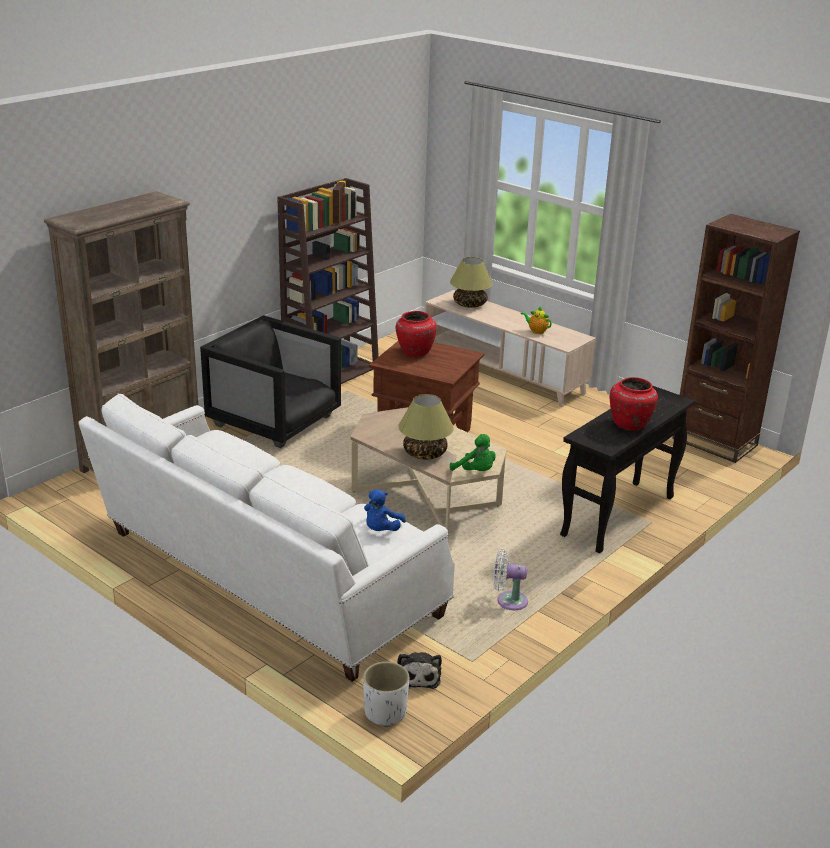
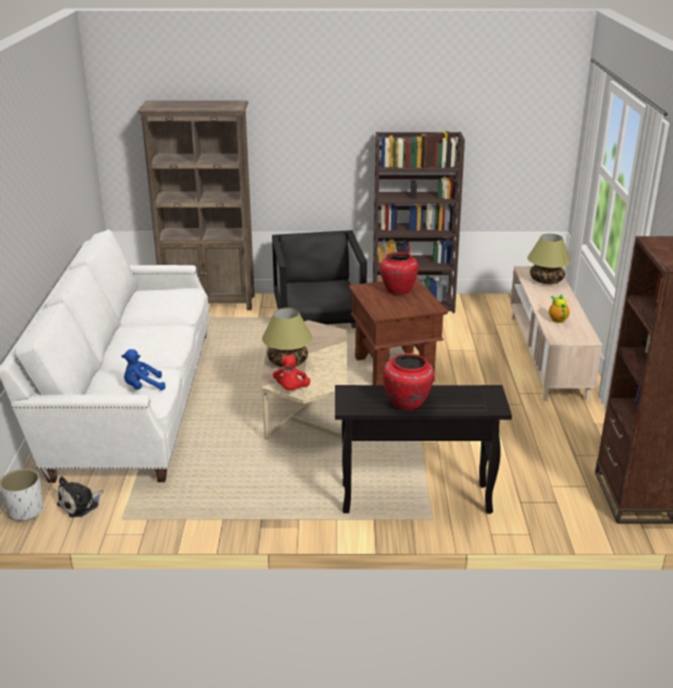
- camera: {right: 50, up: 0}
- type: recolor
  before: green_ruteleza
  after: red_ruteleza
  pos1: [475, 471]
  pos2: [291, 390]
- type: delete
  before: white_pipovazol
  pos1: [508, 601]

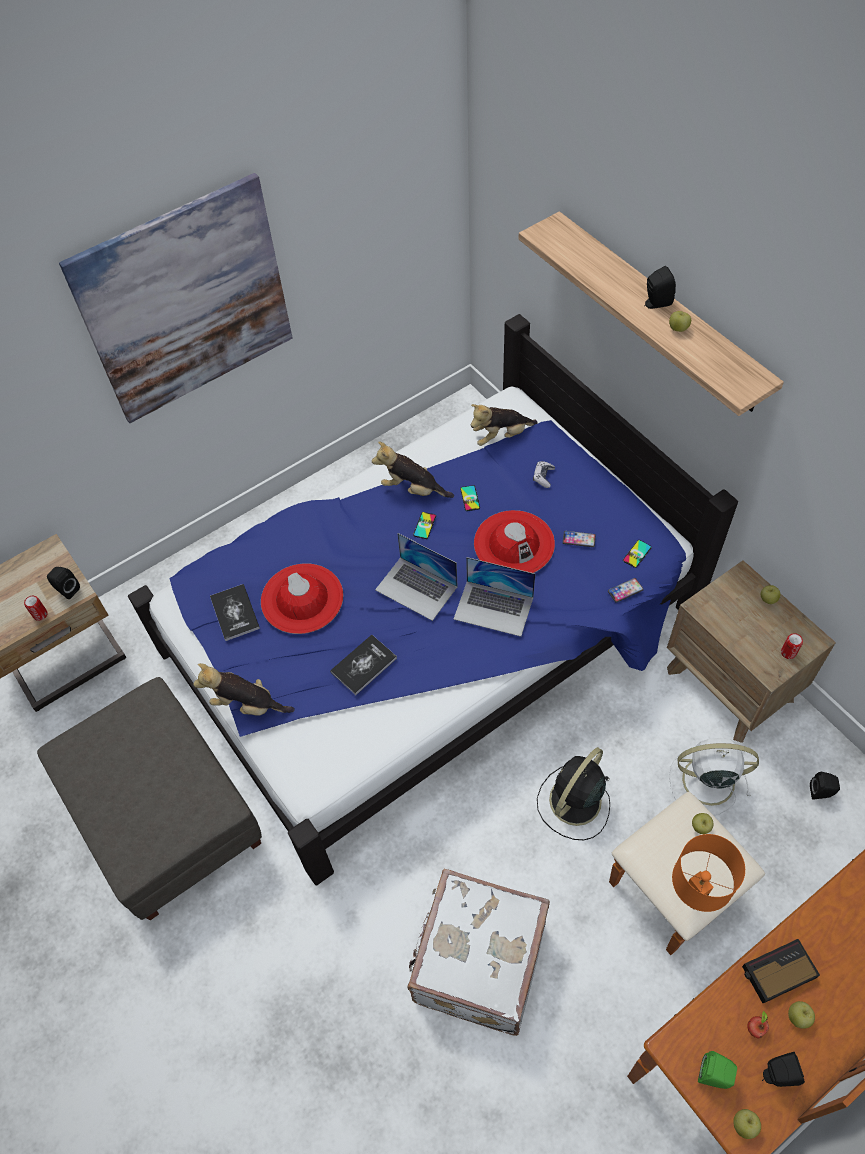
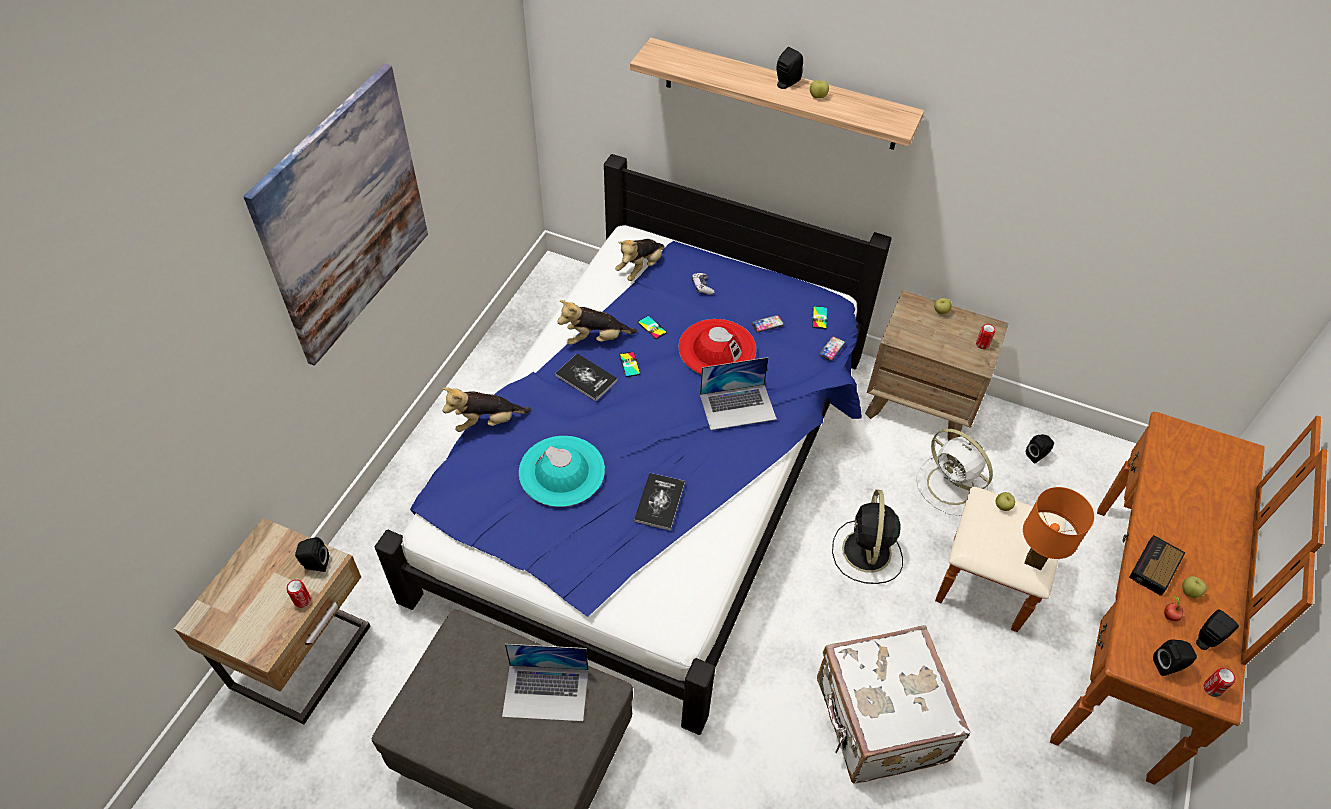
- camera: {right: -35, up: -5}
- type: move
  before: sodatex
  pos1: [416, 588]
  pos2: [546, 692]
- type: recolor
  before: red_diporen
  after: turquoise_diporen
  pos1: [302, 599]
  pos2: [562, 471]
- type: move
  before: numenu
  pos1: [235, 613]
  pos2: [586, 378]
- type: move
  before: ruteleza
  pos1: [247, 704]
  pos2: [487, 422]
- type: rotate
  before: white_pipovazol
  pos1: [705, 781]
  pos2: [952, 487]
  turn: -105
- type: recolor
  before: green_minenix
  after: black_minenix
  pos1: [715, 1076]
  pos2: [1168, 665]
- type: replace
  before: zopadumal
  after: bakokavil
  pos1: [744, 1125]
  pos2: [1212, 688]

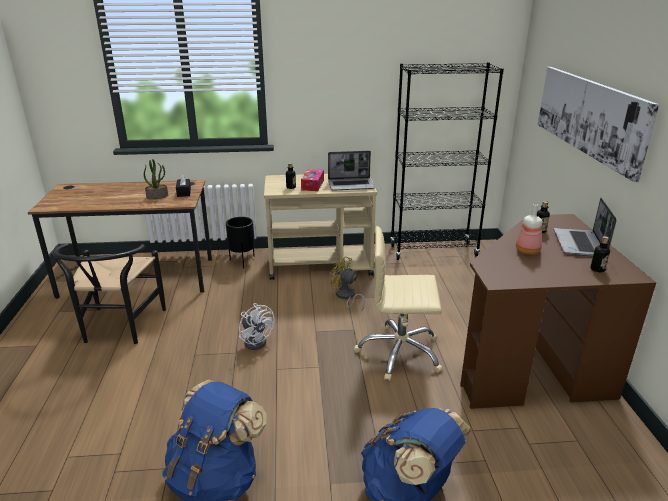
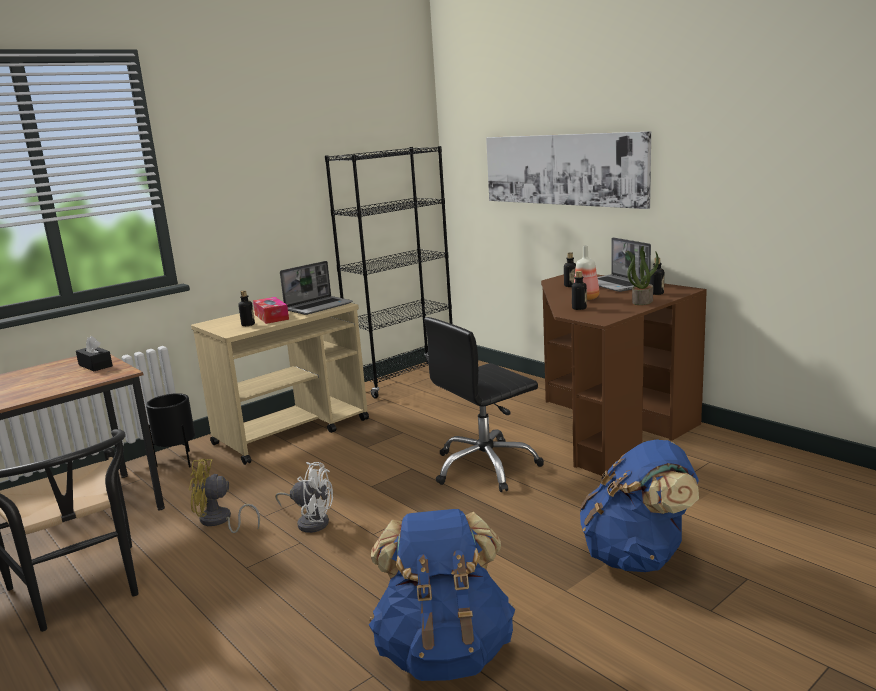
- camera: {right: -35, up: -10}
- type: move
  before: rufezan
  pos1: [157, 196]
  pos2: [642, 301]
- type: recolor
  before: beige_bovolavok
  after: black_bovolavok
  pos1: [399, 353]
  pos2: [485, 467]
- type: move
  before: yellow_pipovazol
  pos1: [345, 297]
  pos2: [219, 521]
- type: insert
  after: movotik
  pos2: [579, 308]

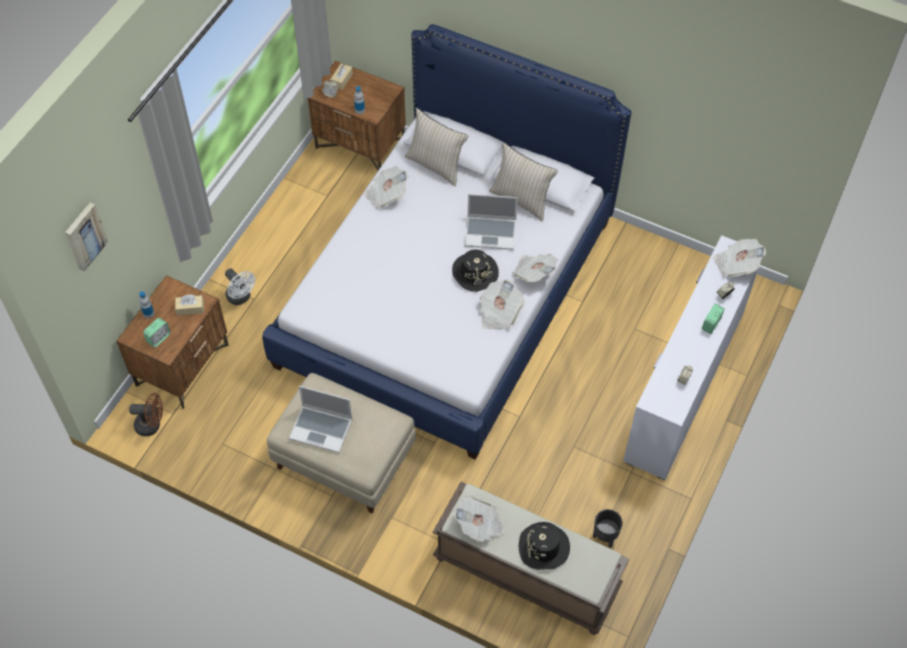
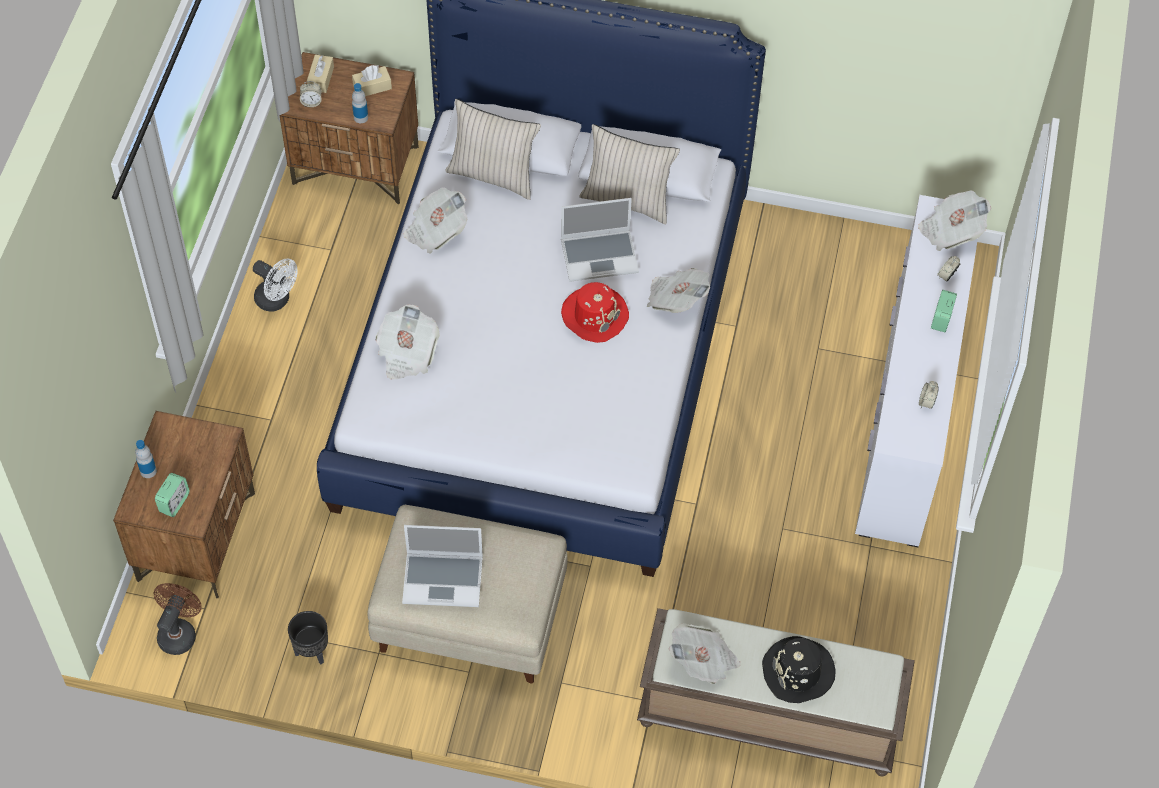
- camera: {right: -15, up: 0}
- type: delete
  before: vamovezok
  pos1: [84, 236]
- type: recolor
  before: black_diporen
  after: red_diporen
  pos1: [475, 272]
  pos2: [594, 315]
- type: move
  before: white_pipovazol
  pos1: [241, 298]
  pos2: [277, 300]
- type: move
  before: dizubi
  pos1: [499, 313]
  pos2: [407, 354]
- type: move
  before: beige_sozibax
  pos1: [190, 308]
  pos2: [372, 87]
- type: rotate
  before: brown_pipovazol
  pos1: [152, 425]
  pos2: [179, 632]
  turn: -60
- type: move
  before: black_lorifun
  pos1: [605, 537]
  pos2: [312, 652]

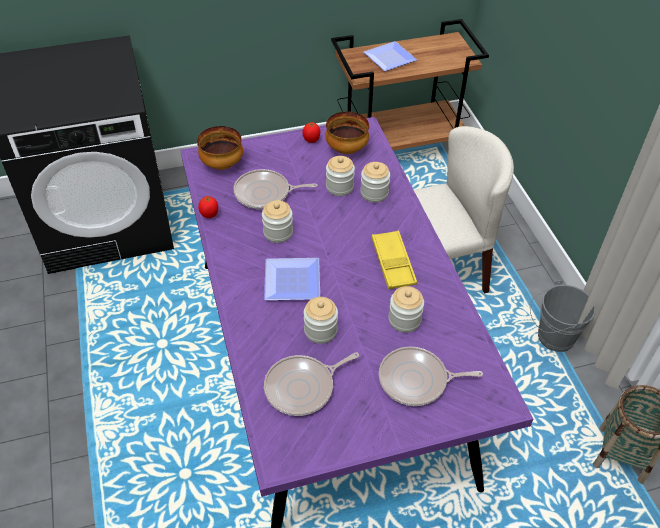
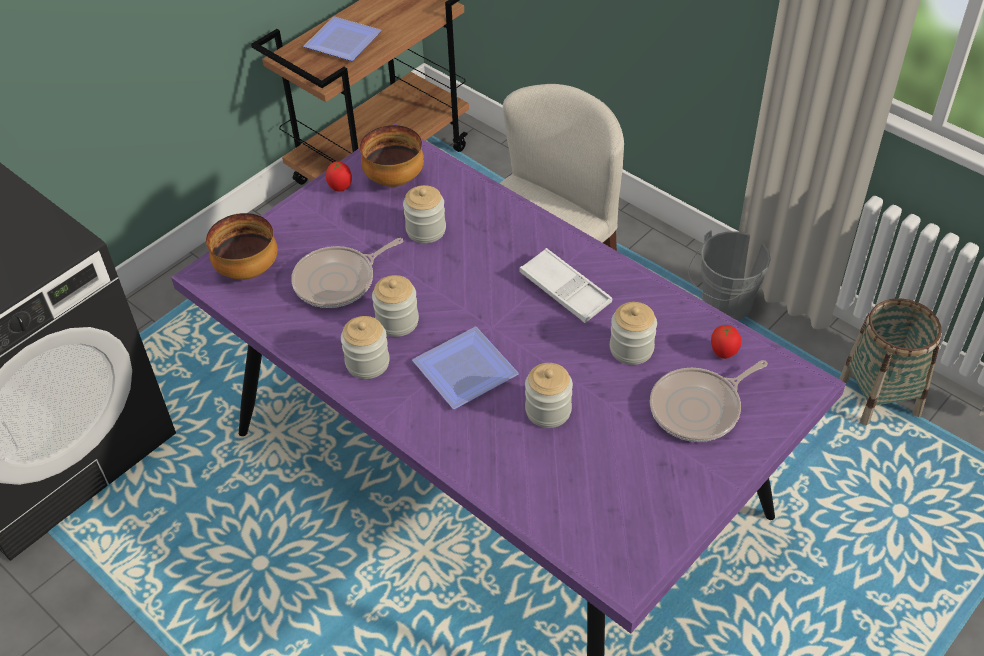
- camera: {right: -30, up: 0}
- type: move
  before: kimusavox
  pos1: [374, 193]
  pos2: [367, 363]
- type: move
  before: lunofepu
  pos1: [210, 215]
  pos2: [723, 353]
- type: recolor
  before: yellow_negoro
  after: white_negoro
  pos1: [393, 263]
  pos2: [565, 290]
- type: delete
  before: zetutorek
  pos1: [303, 387]

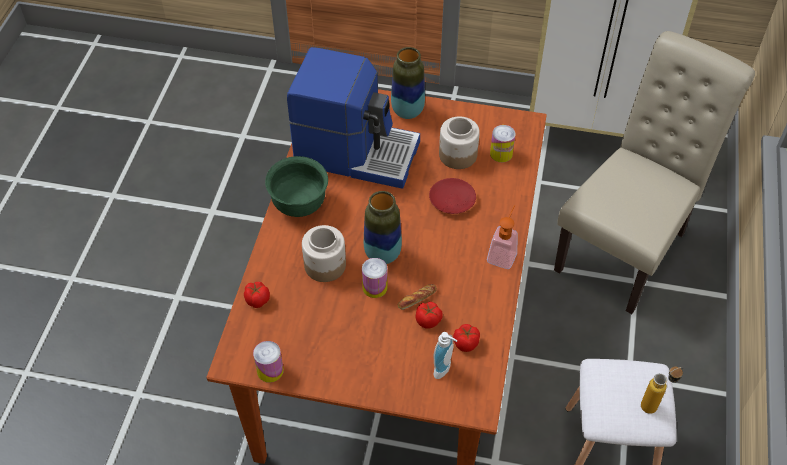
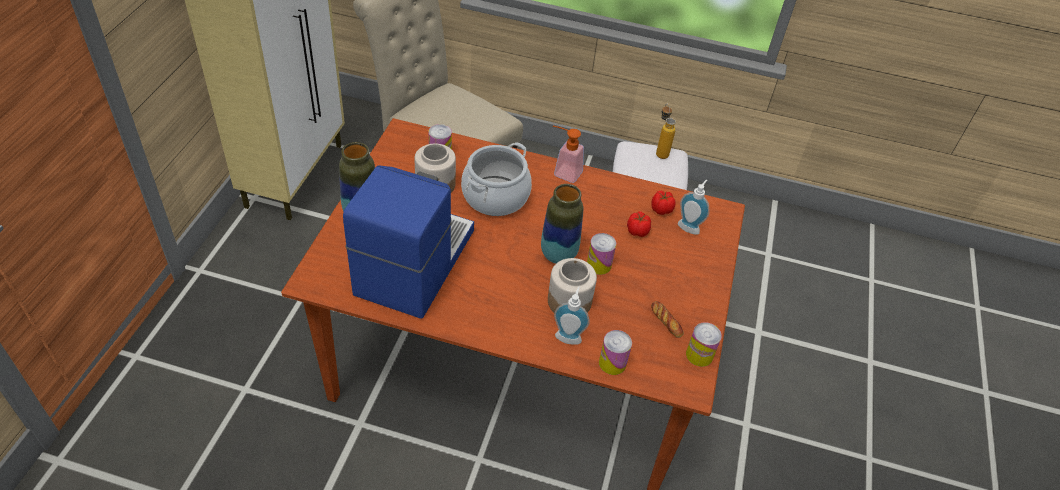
- camera: {right: -90, up: -5}
- type: delete
  before: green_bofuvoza
  pos1: [299, 205]
- type: replace
  before: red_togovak
  after: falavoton
  pos1: [452, 200]
  pos2: [495, 196]
- type: replace
  before: lunofepu
  after: bakokavil
  pos1: [257, 300]
  pos2: [612, 363]
- type: move
  before: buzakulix
  pos1: [417, 298]
  pos2: [666, 321]
- type: insert
  after: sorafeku
  pos2: [569, 336]

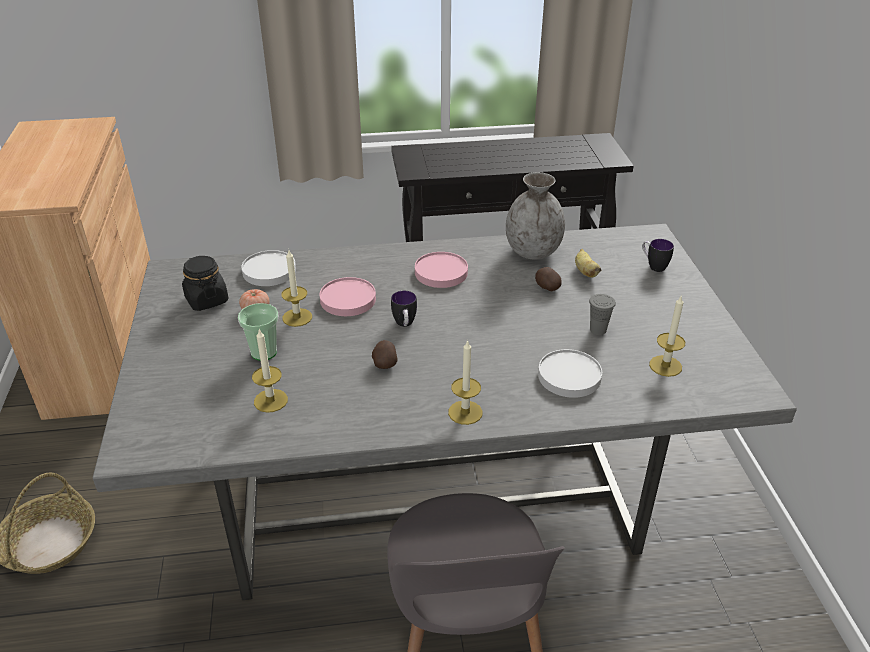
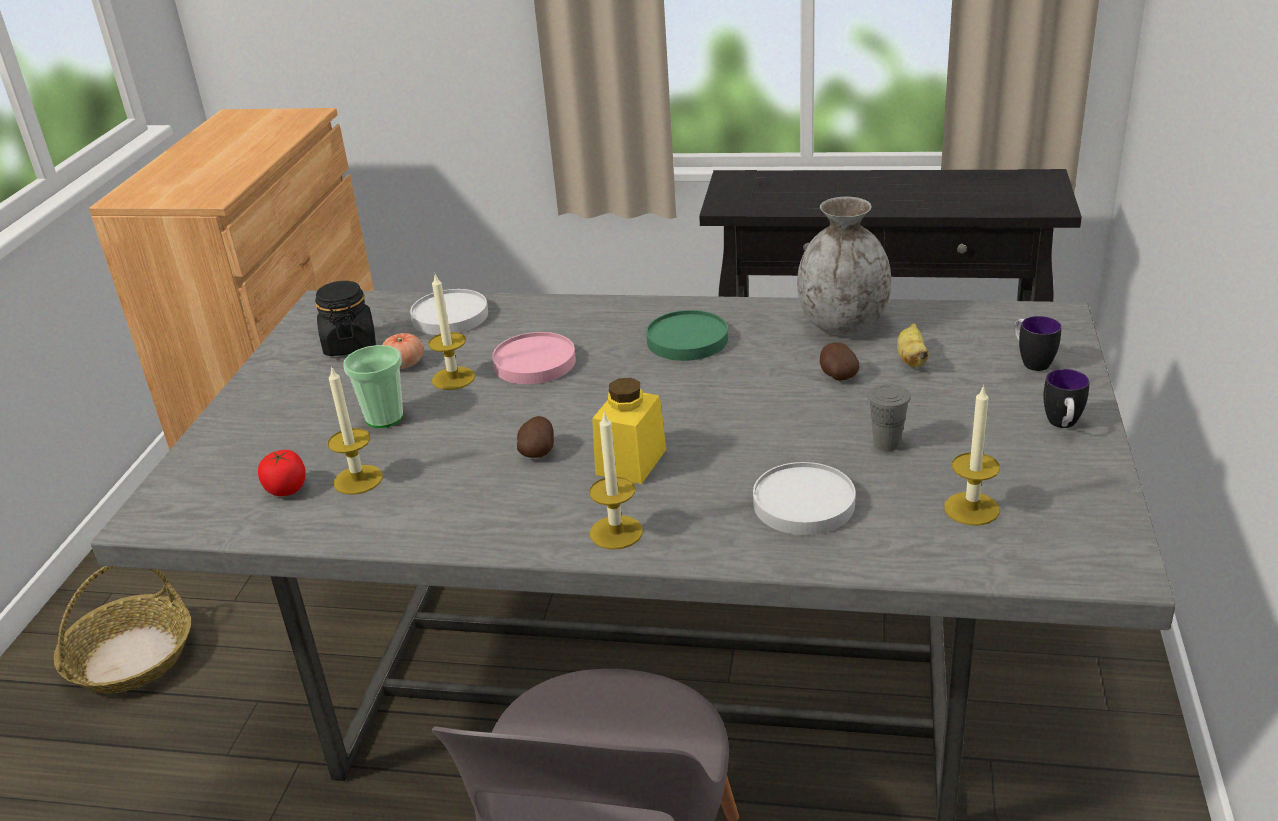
- camera: {right: 20, up: -5}
- type: recolor
  before: pink_togovak
  after: green_togovak
  pos1: [440, 273]
  pos2: [686, 340]
- type: move
  before: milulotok
  pos1: [405, 325]
  pos2: [1062, 425]
- type: insert
  after: yellow_kimusavox
  pos2: [631, 462]
- type: insert
  after: lunofepu
  pos2: [286, 489]

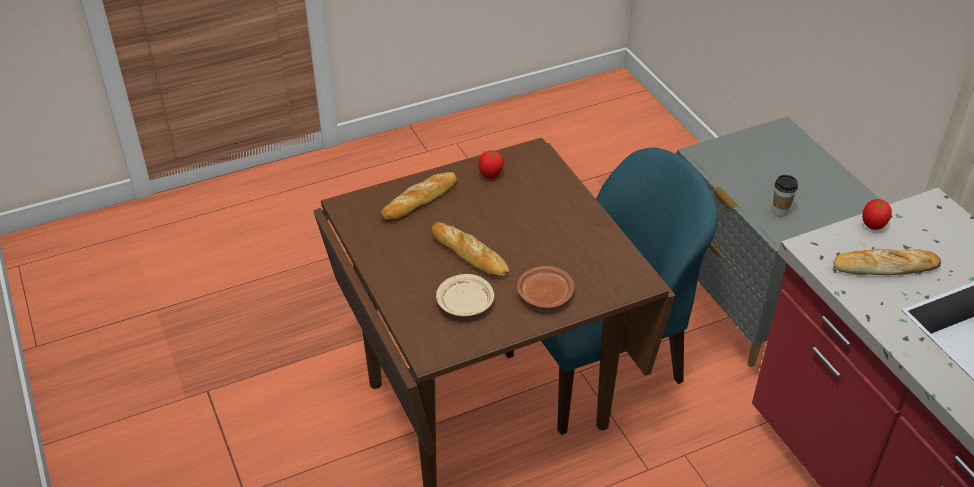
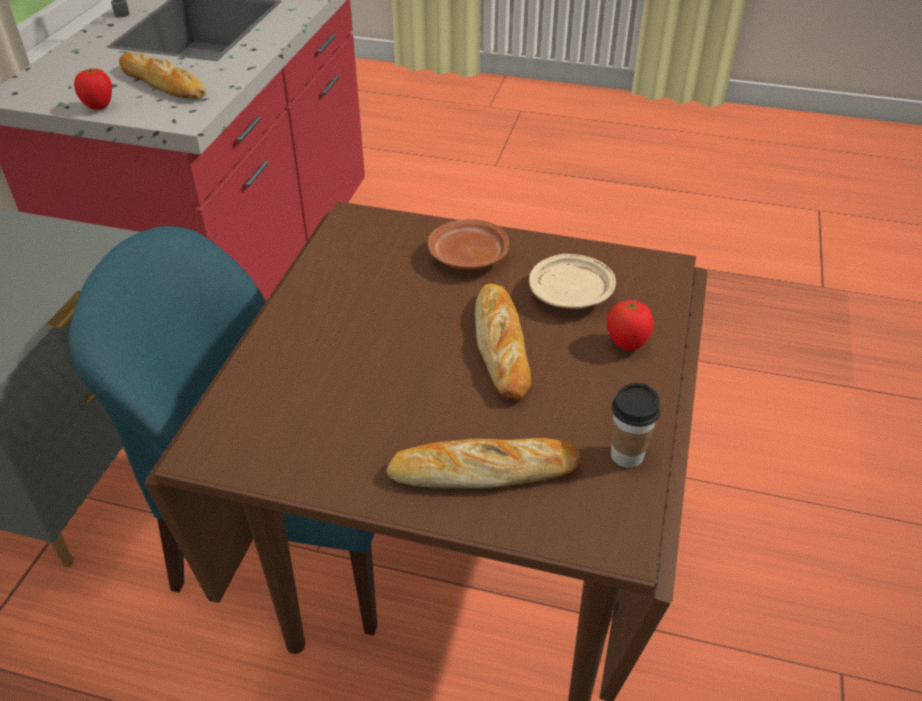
- camera: {right: -140, up: 0}
- type: move
  before: lunofepu
  pos1: [490, 176]
  pos2: [627, 344]
- type: move
  before: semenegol
  pos1: [780, 211]
  pos2: [627, 455]

